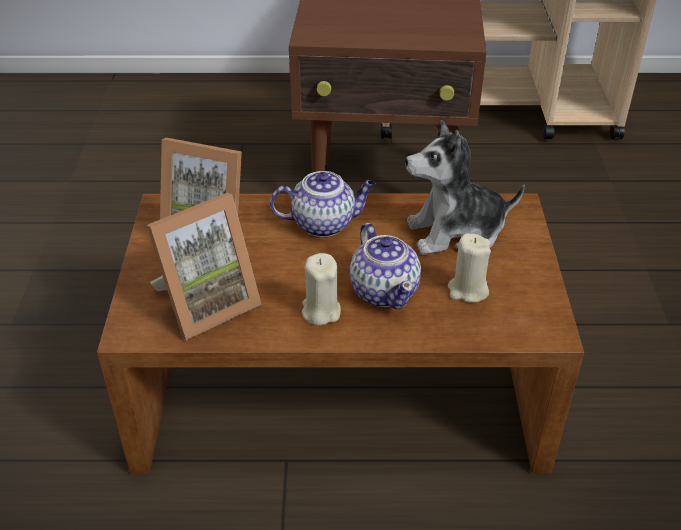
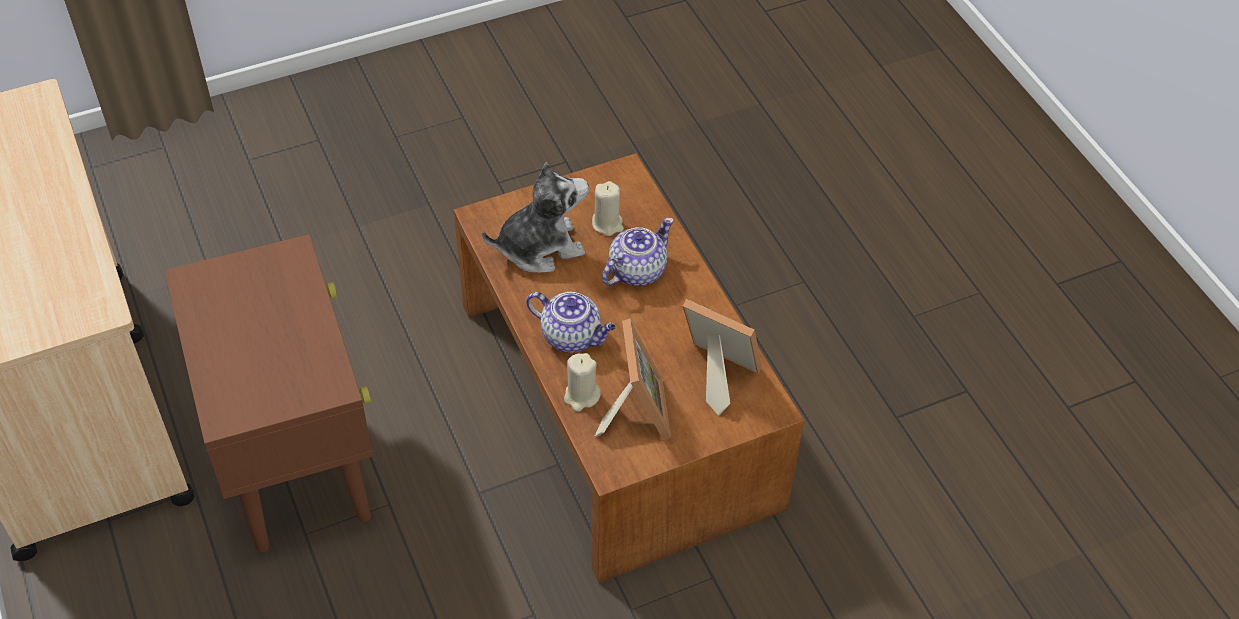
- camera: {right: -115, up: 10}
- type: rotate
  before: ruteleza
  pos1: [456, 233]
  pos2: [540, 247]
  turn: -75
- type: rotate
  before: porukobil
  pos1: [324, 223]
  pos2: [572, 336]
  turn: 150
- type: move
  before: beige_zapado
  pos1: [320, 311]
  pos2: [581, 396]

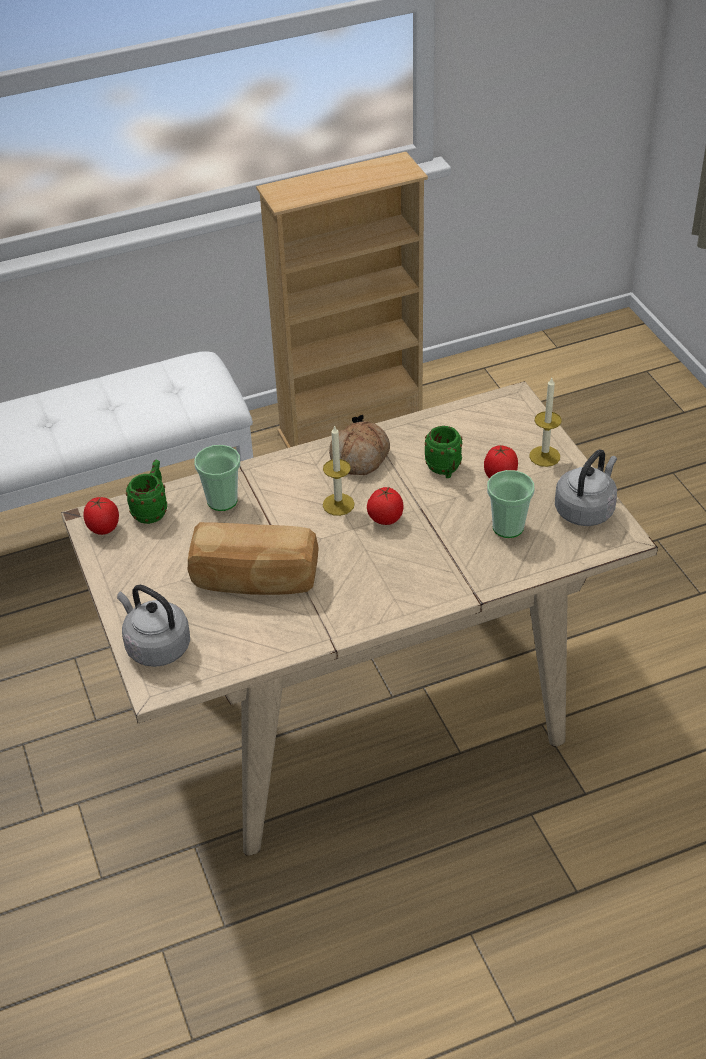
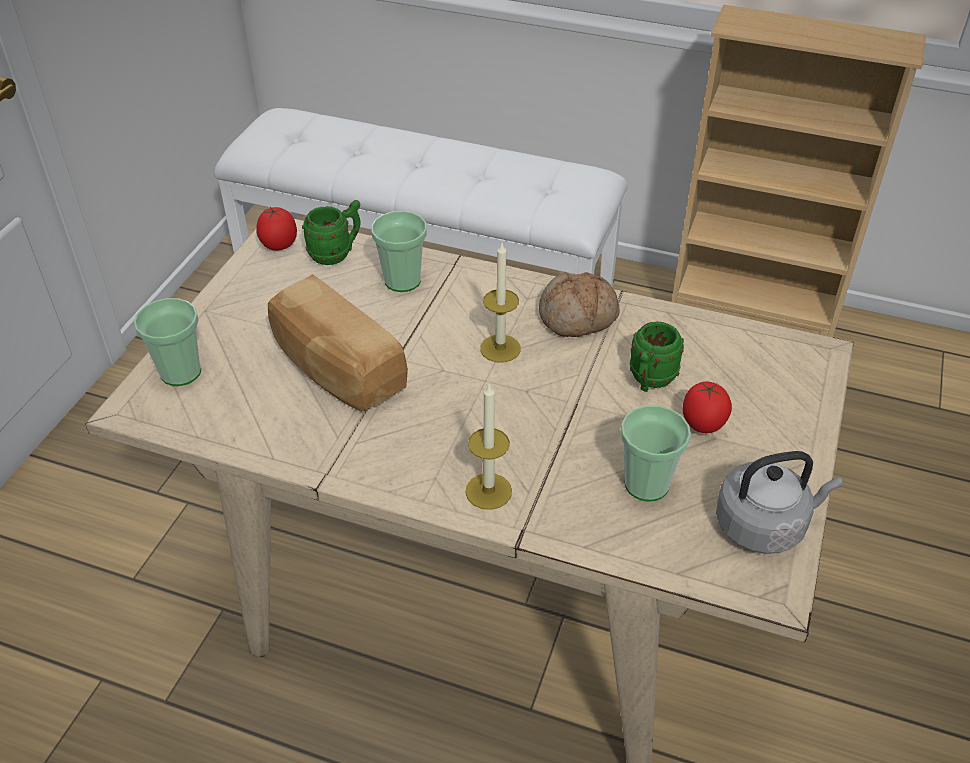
- camera: {right: 40, up: 0}
- type: move
  before: zapado
  pos1: [544, 456]
  pos2: [488, 491]
- type: delete
  before: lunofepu
  pos1: [385, 519]
- type: replace
  before: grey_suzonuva
  after: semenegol
  pos1: [155, 646]
  pos2: [181, 372]

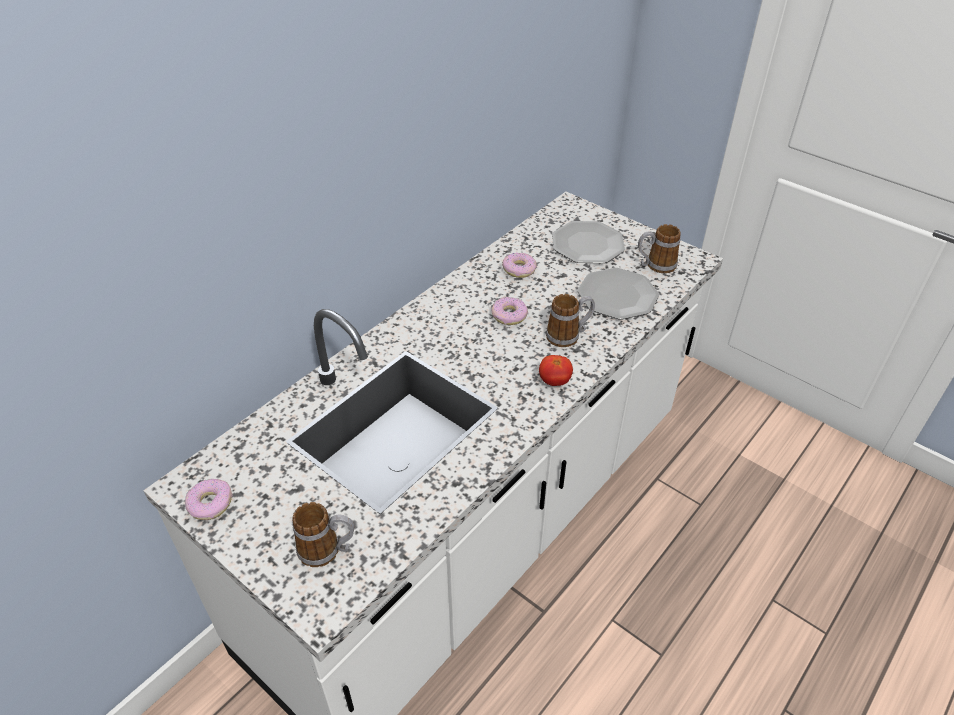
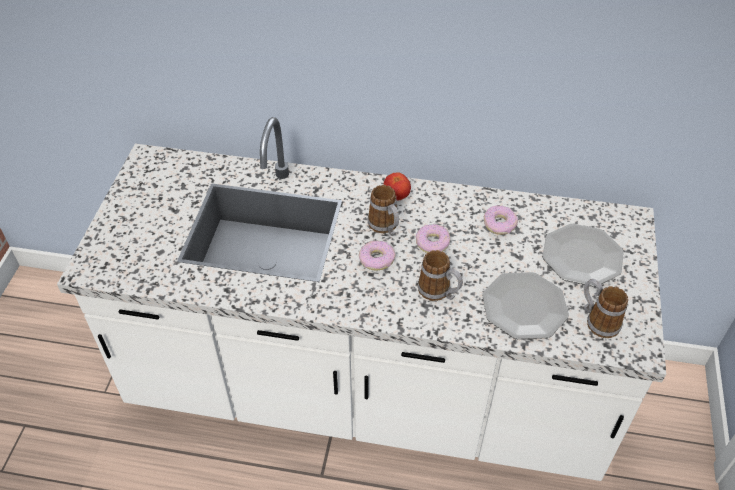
- camera: {right: 60, up: 5}
- type: move
  before: lunofepu
  pos1: [554, 381]
  pos2: [396, 196]
- type: move
  before: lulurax
  pos1: [210, 504]
  pos2: [376, 259]
- type: move
  before: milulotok
  pos1: [327, 550]
  pos2: [385, 227]

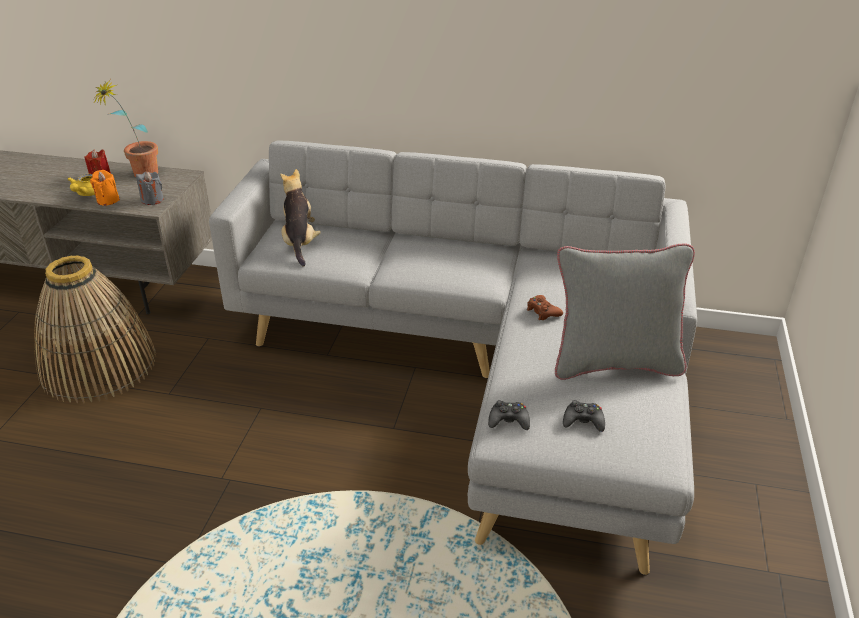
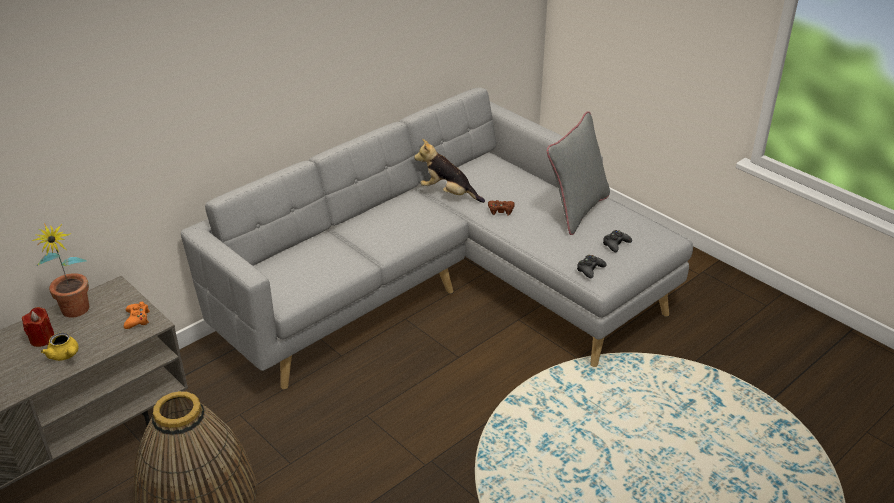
- camera: {right: -55, up: 0}
- type: move
  before: ruteleza
  pos1: [300, 242]
  pos2: [448, 193]
- type: delete
  before: orange_zapado
  pos1: [108, 200]
- type: replace
  before: grey_zapado
  after: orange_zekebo
  pos1: [152, 200]
  pos2: [137, 319]

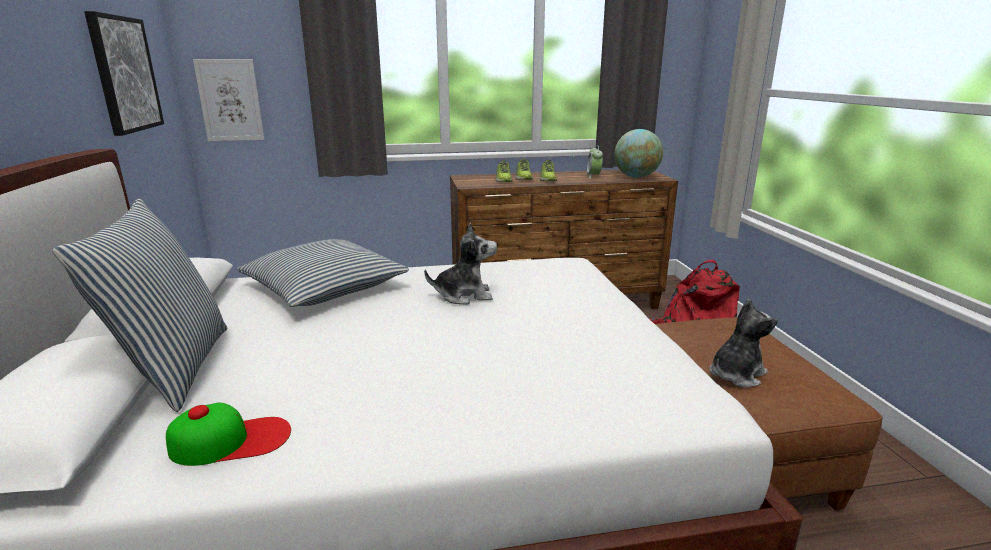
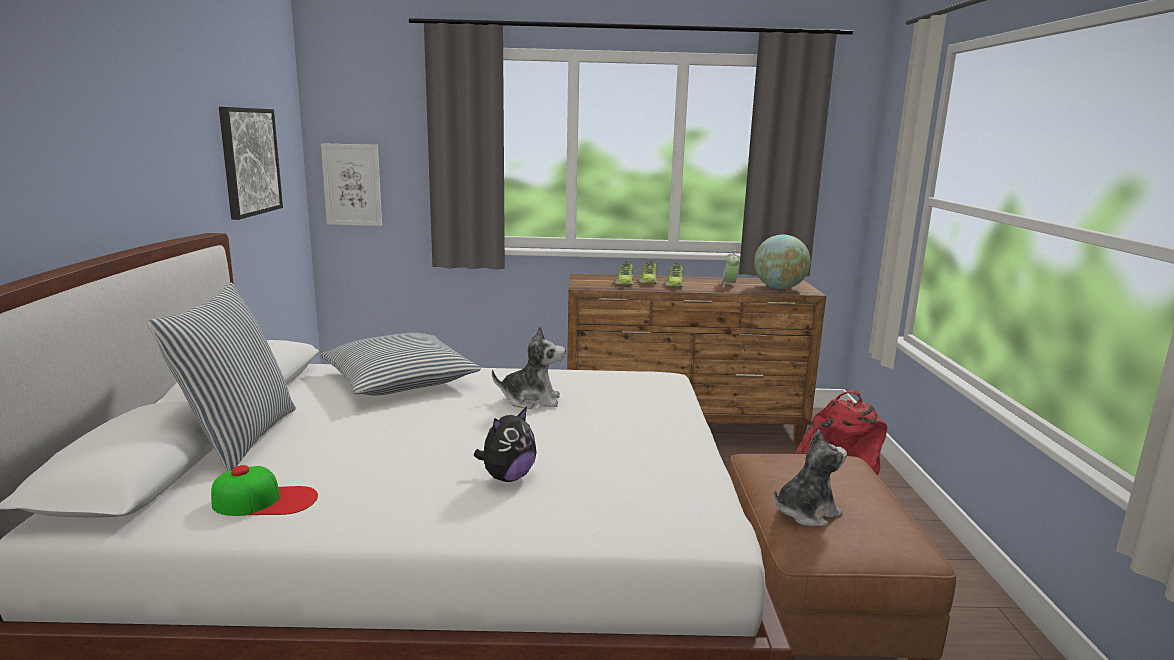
- camera: {right: 10, up: -5}
- type: insert
  after: ruteleza
  pos2: [507, 477]

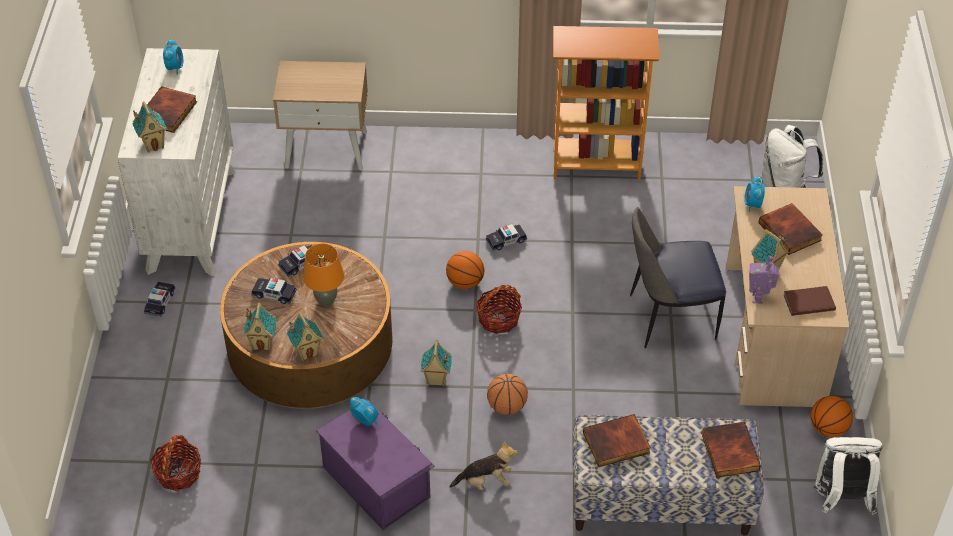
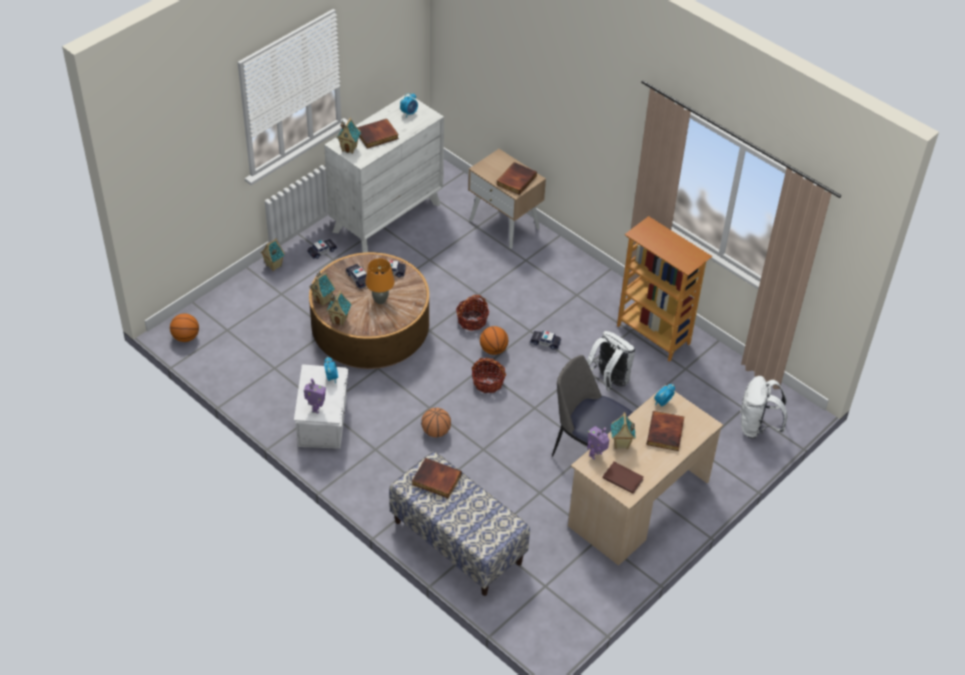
- camera: {right: 40, up: 0}
- type: move
  before: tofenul
  pos1: [436, 380]
  pos2: [273, 266]
- type: move
  before: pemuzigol
  pos1: [828, 429]
  pos2: [186, 337]
- type: recolor
  before: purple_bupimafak
  after: white_bupimafak
  pos1: [377, 481]
  pos2: [323, 420]
- type: move
  before: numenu
  pos1: [728, 451]
  pos2: [515, 180]
- type: move
  before: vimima
  pos1: [178, 473]
  pos2: [472, 320]
- type: move
  before: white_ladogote
  pos1: [841, 499]
  pos2: [608, 380]
- type: delete
  before: ruteleza
  pos1: [485, 481]
- type: insert
  after: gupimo
  pos2: [316, 408]

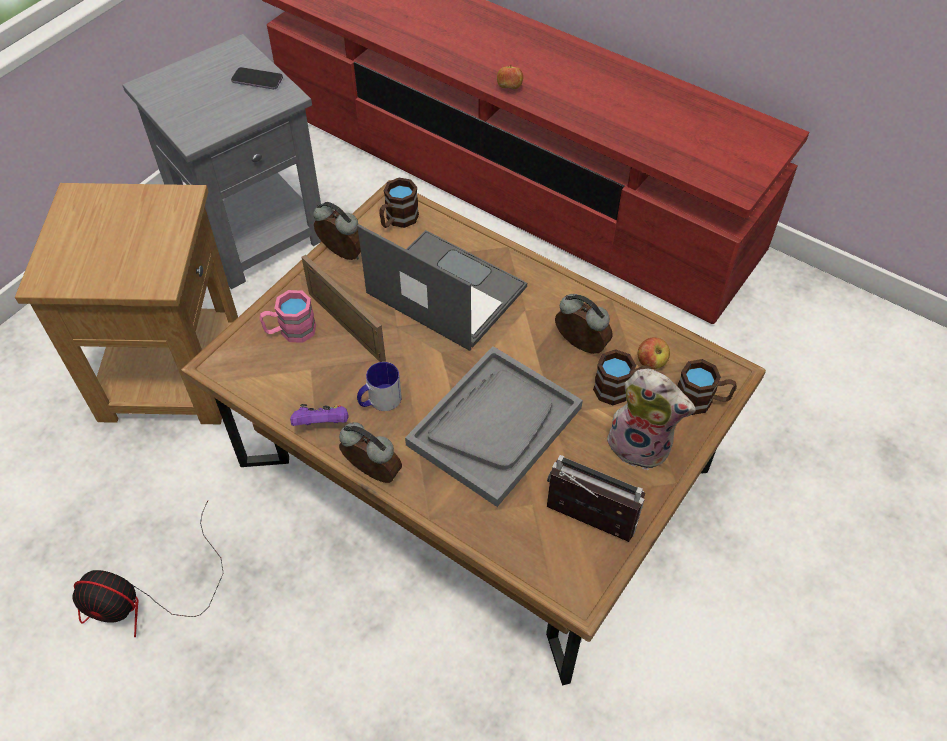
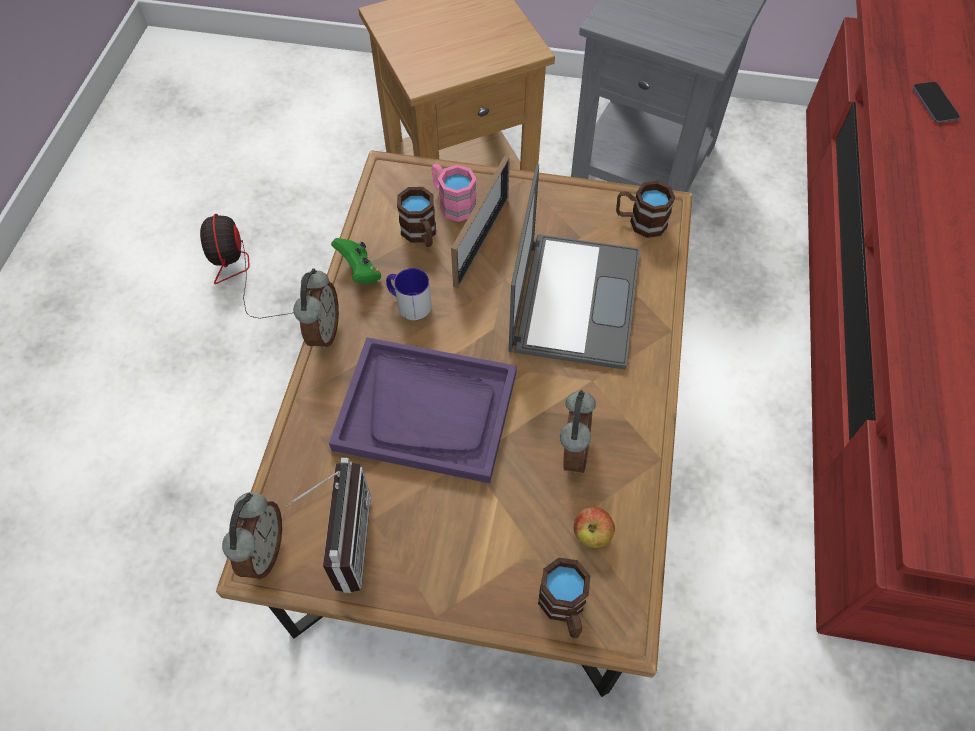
- camera: {right: 65, up: 5}
- type: delete
  before: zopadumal
  pos1: [509, 87]
- type: move
  before: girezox
  pos1: [257, 80]
  pos2: [934, 104]
- type: move
  before: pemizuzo
  pos1: [341, 255]
  pos2: [263, 551]
- type: recolor
  before: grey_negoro
  after: purple_negoro
  pos1: [494, 426]
  pos2: [427, 410]
- type: move
  before: brown_milulotok
  pos1: [620, 390]
  pos2: [421, 235]
- type: delete
  before: ruteleza
  pos1: [641, 445]
- type: recolor
  before: purple_zekebo
  after: green_zekebo
  pos1: [322, 424]
  pos2: [360, 271]

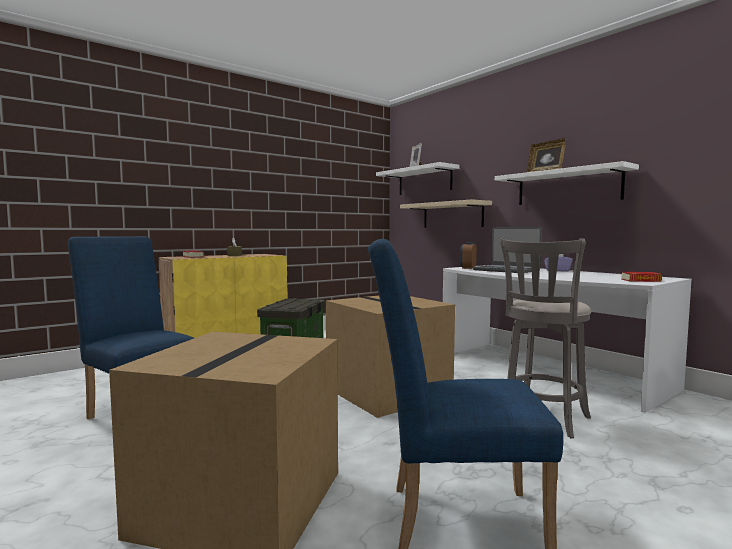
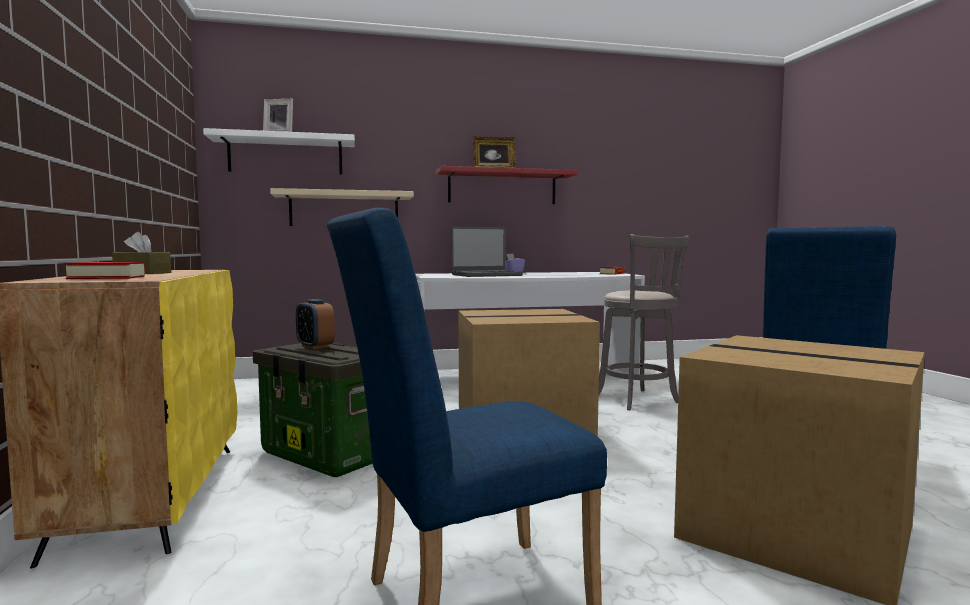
- camera: {right: -65, up: 0}
- type: recolor
  before: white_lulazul
  after: red_lulazul
  pos1: [567, 187]
  pos2: [502, 187]
- type: move
  before: pemizuzo
  pos1: [468, 268]
  pos2: [315, 346]

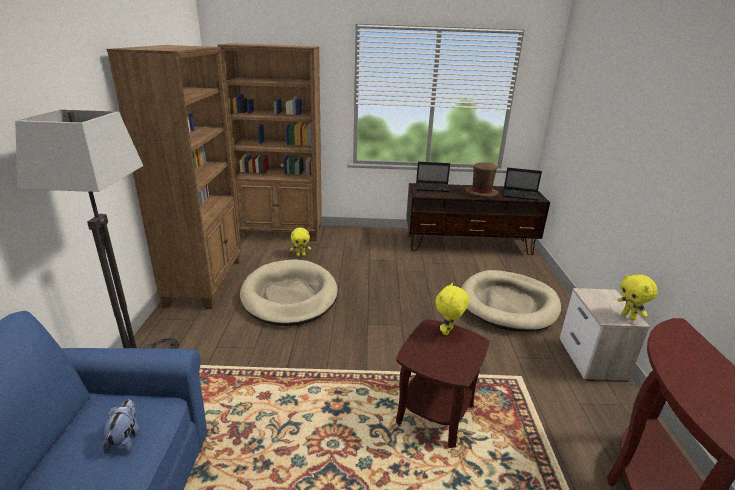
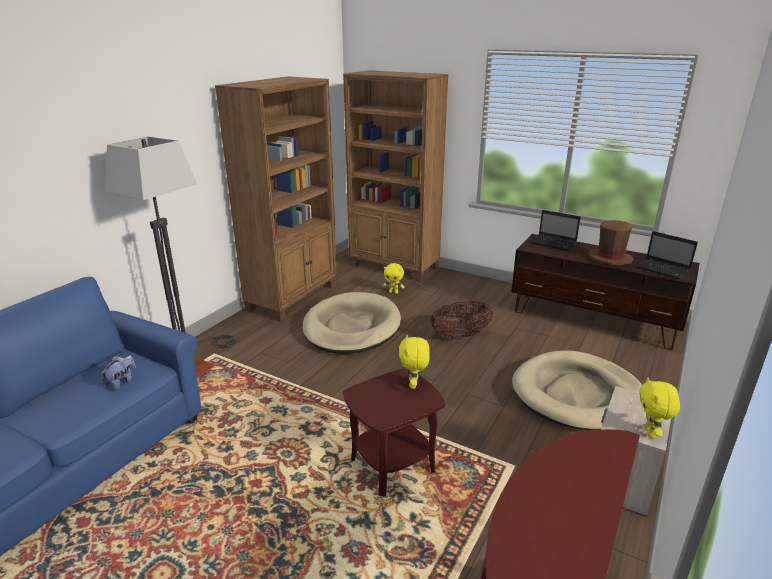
- camera: {right: 30, up: 0}
- type: rotate
  before: yellow_ruteleza
  pos1: [448, 332]
  pos2: [414, 384]
  turn: -60
- type: insert
  after: vimima
  pos2: [460, 336]

